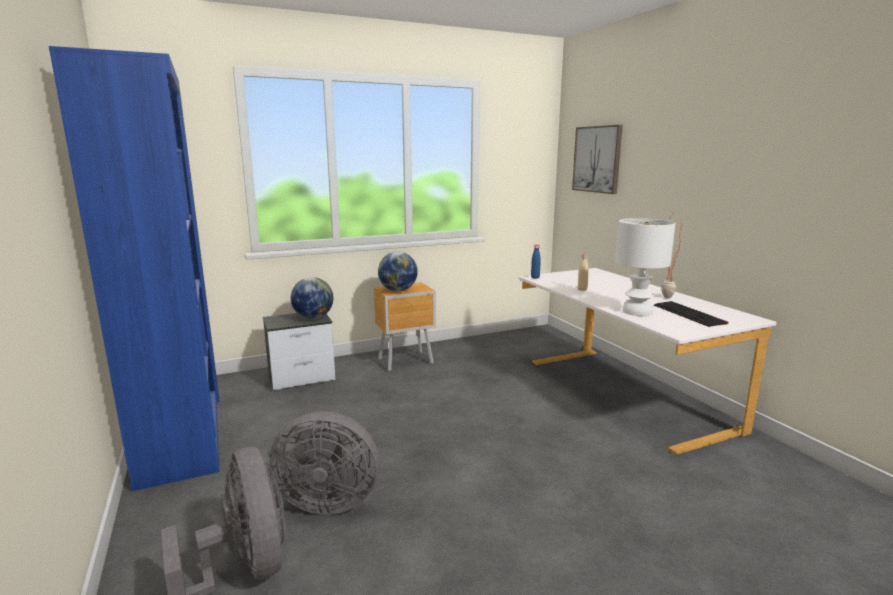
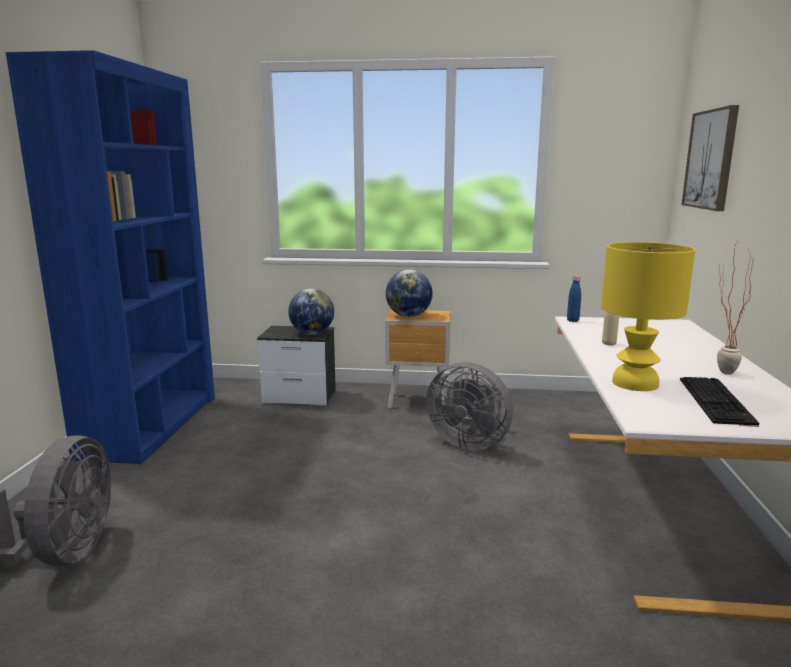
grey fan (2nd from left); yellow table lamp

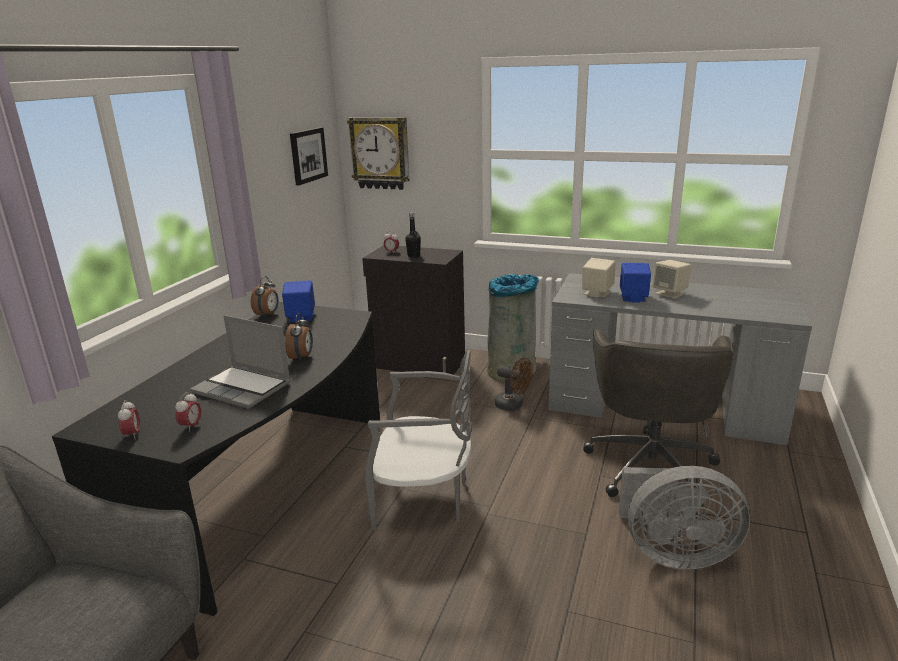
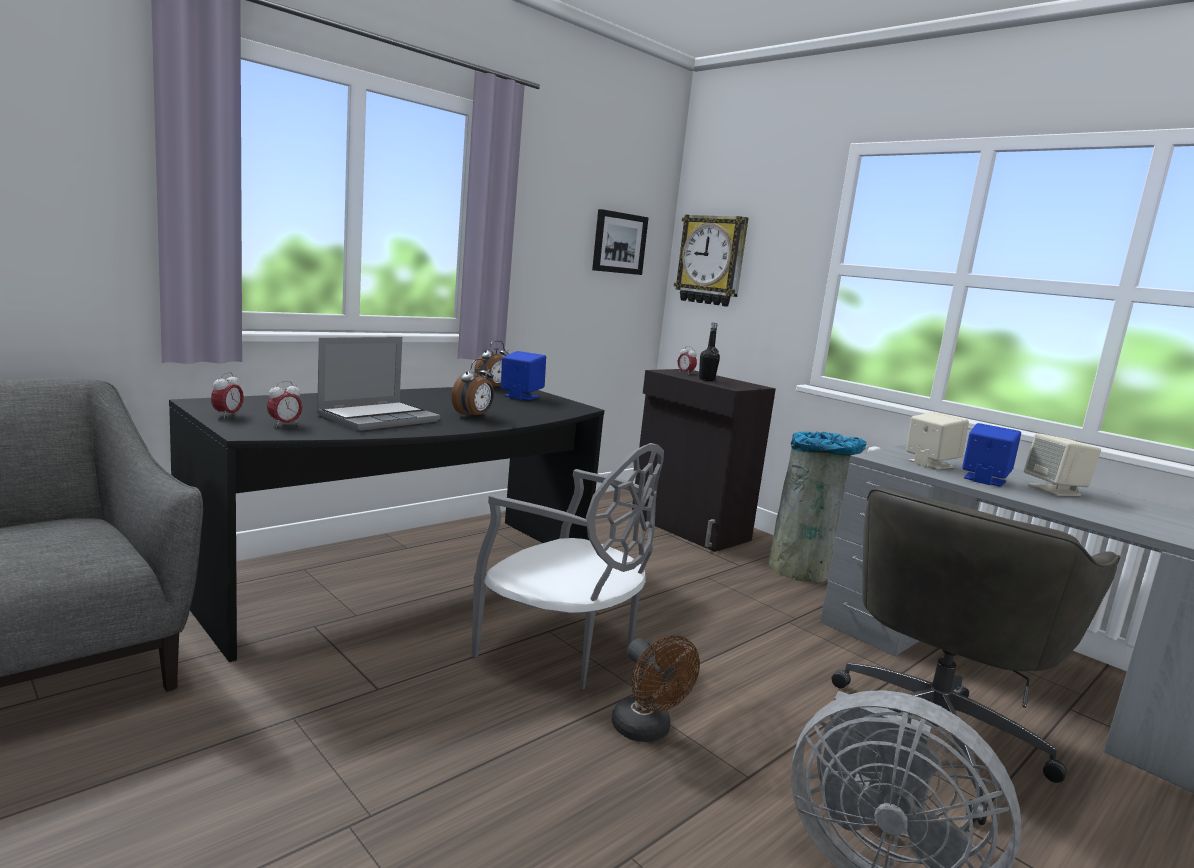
brown fan; laptop

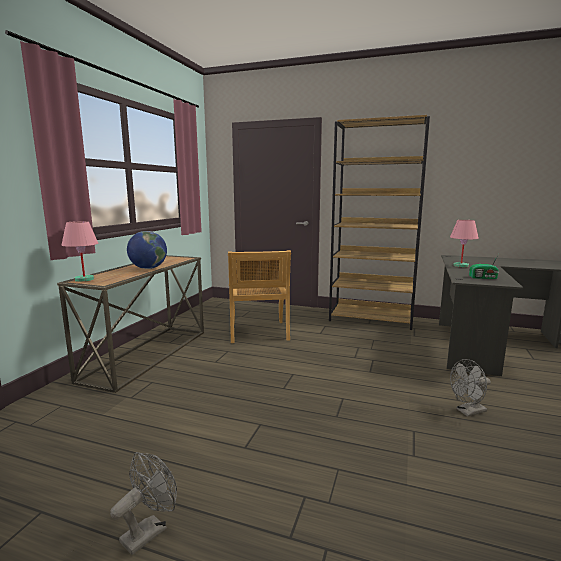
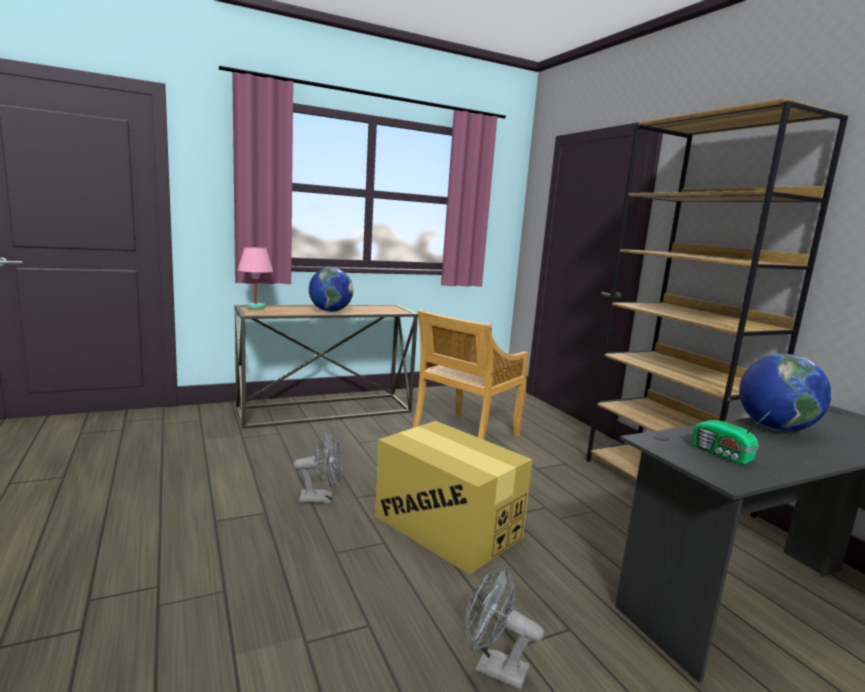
cardboard box; grey fan (1st from left); globe (2nd from left)

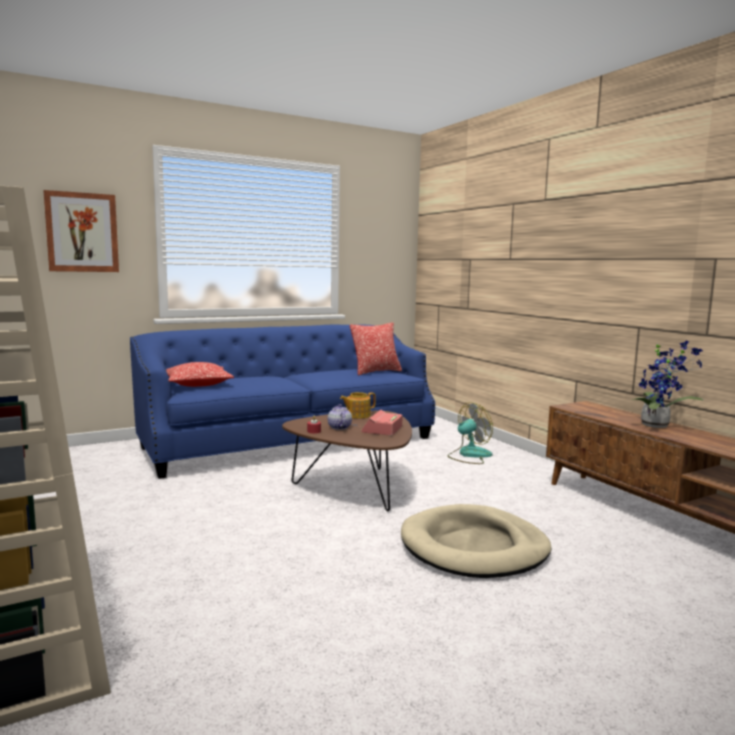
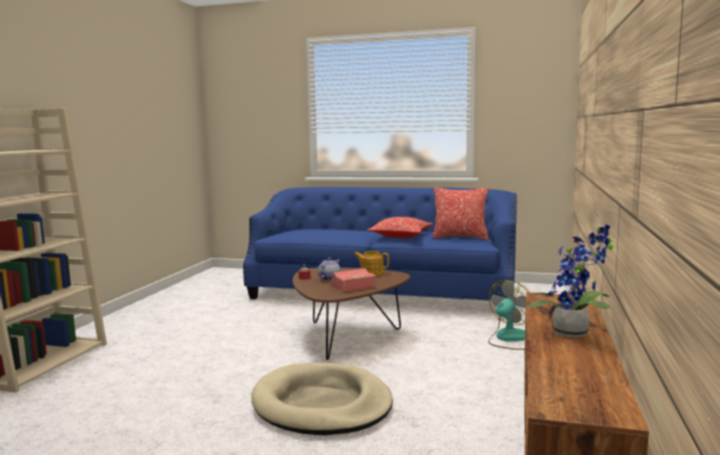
picture; pillow (1st from left); fan

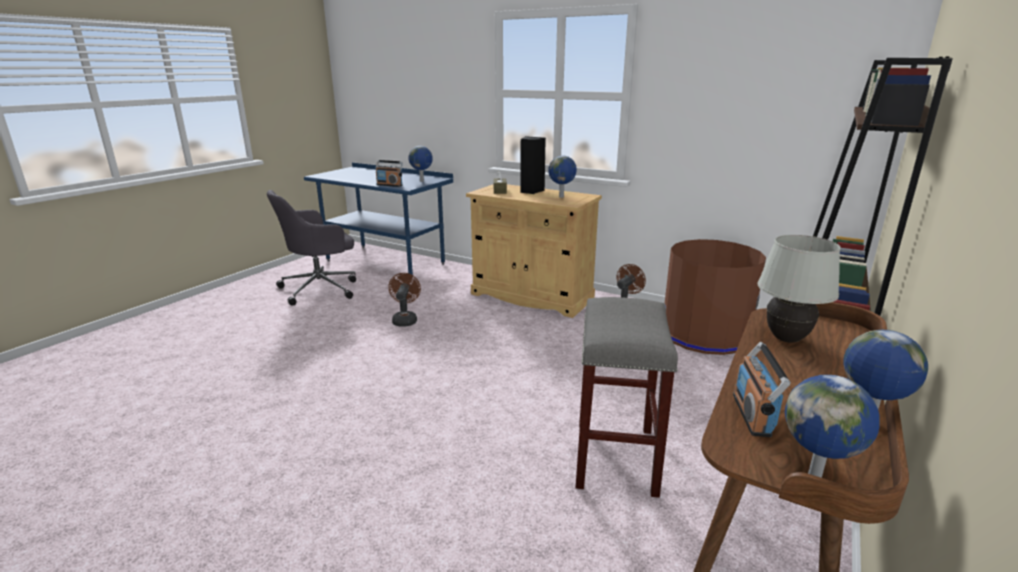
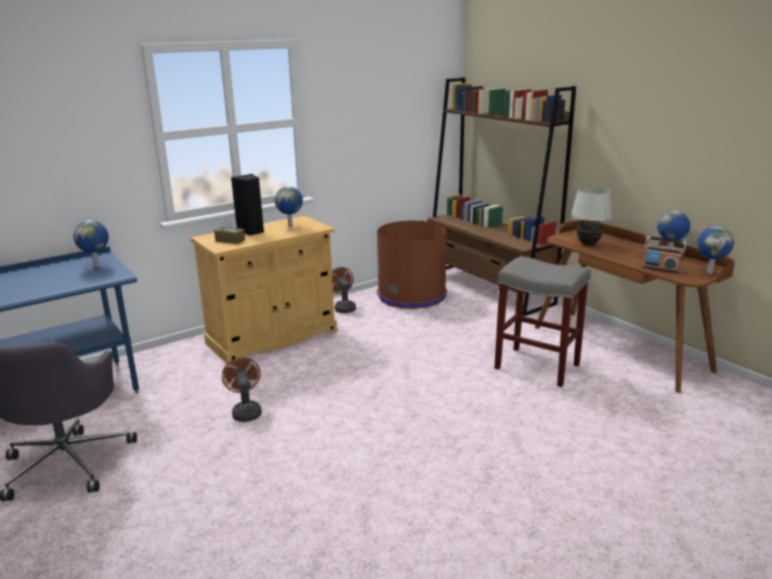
radio (1st from left in the first image); brown fan (1st from left)

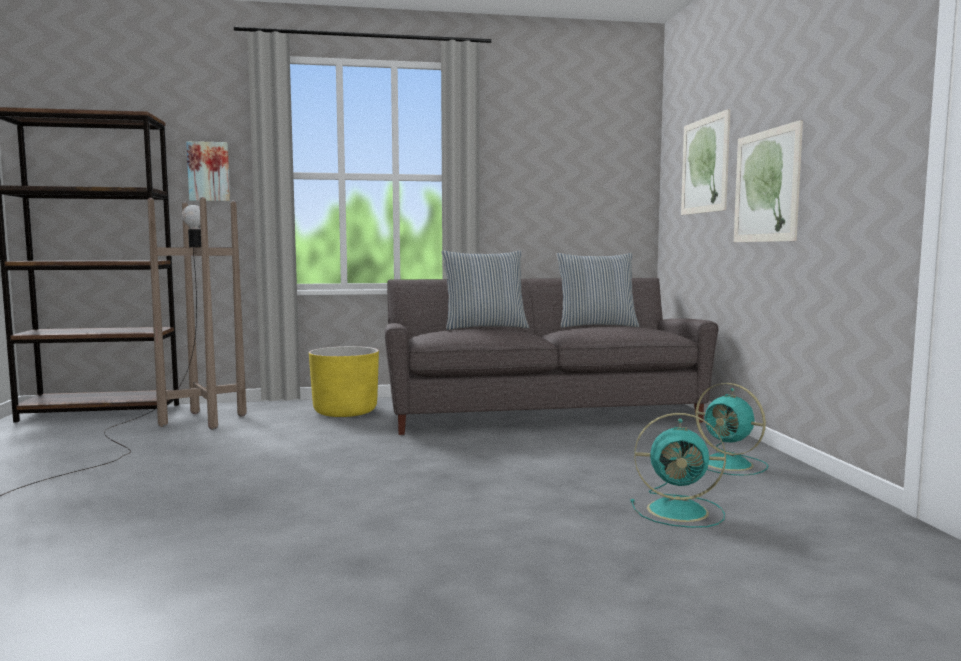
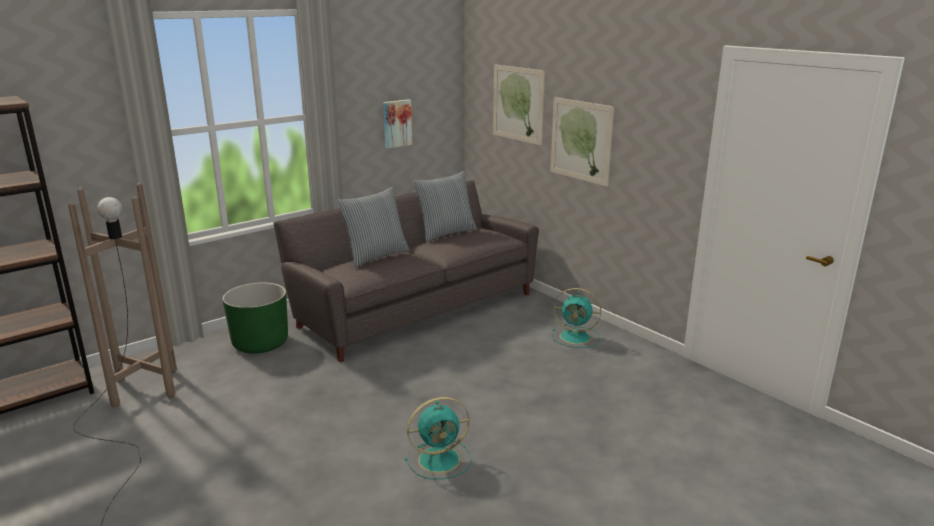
picture (1st from left); turquoise fan (1st from left); green planter

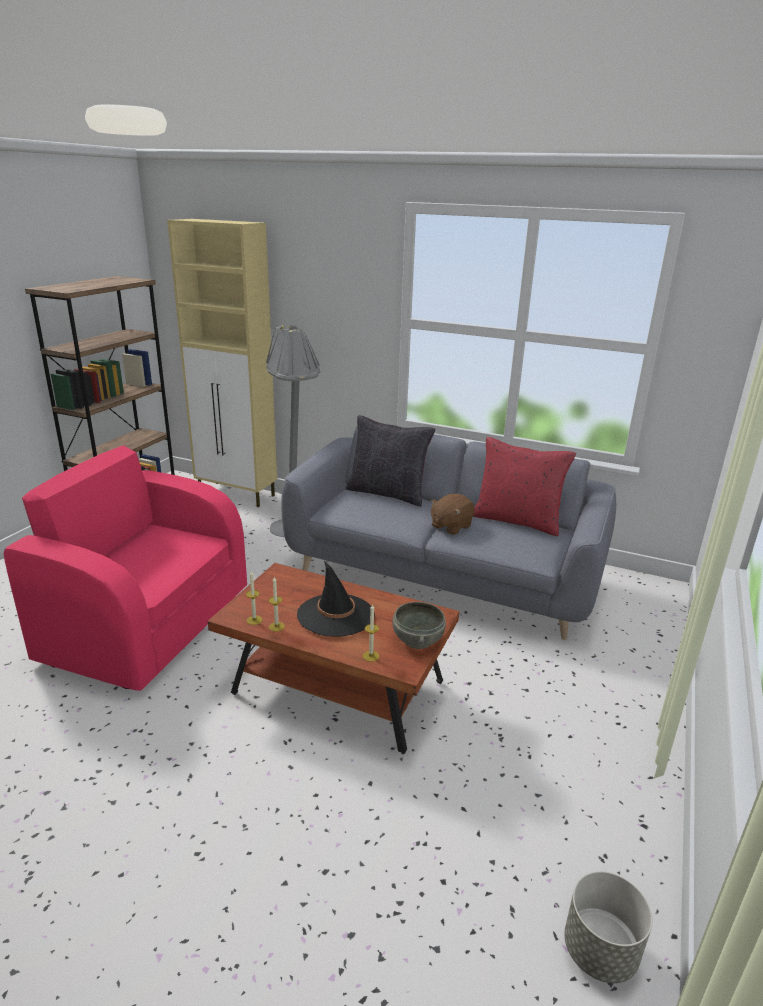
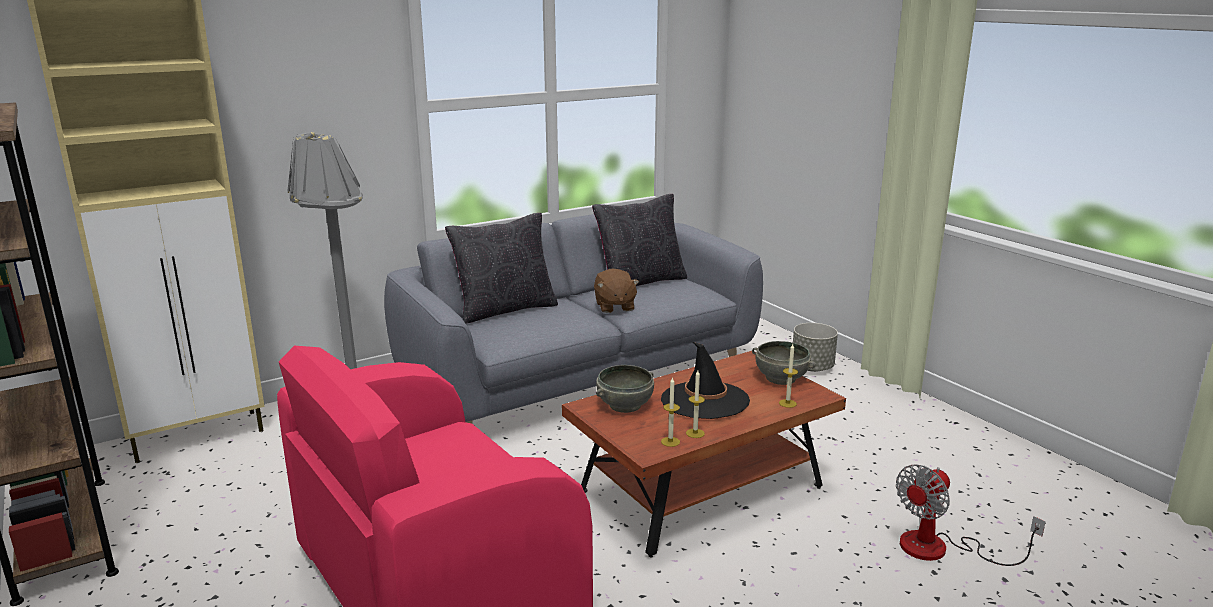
grey bowl (1st from left); fan; grey planter; black pillow (2nd from left)

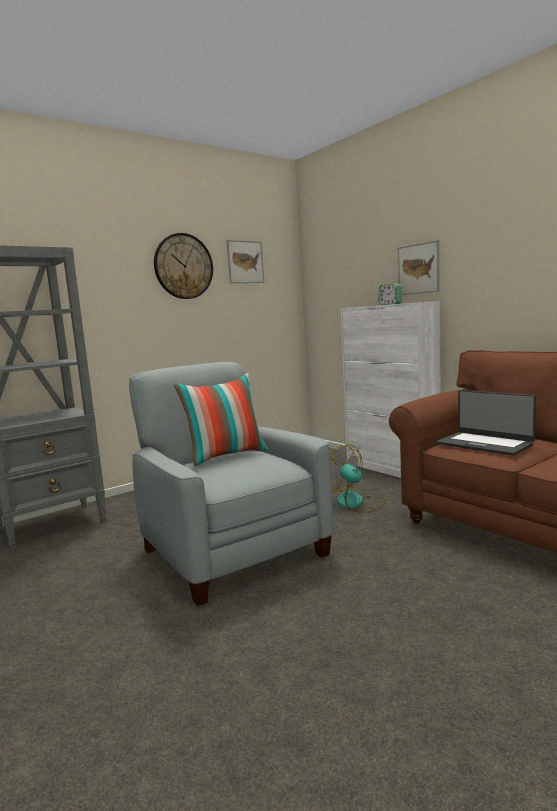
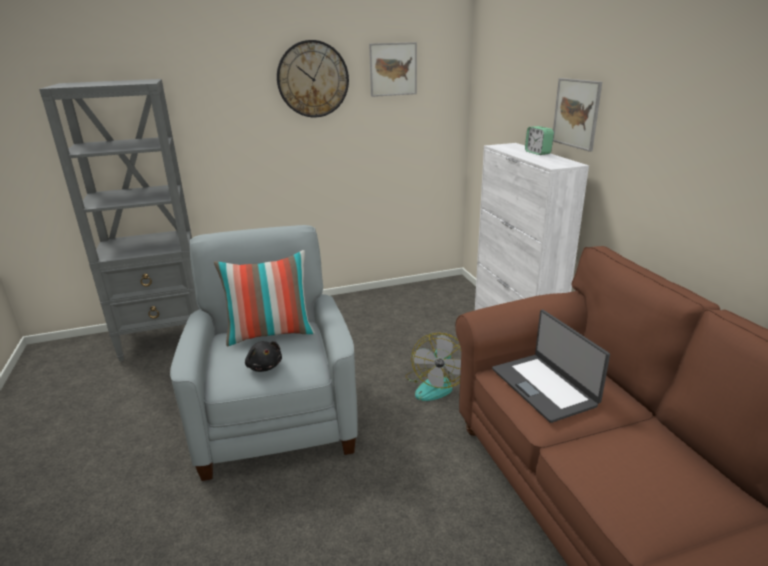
black plush toy; fan

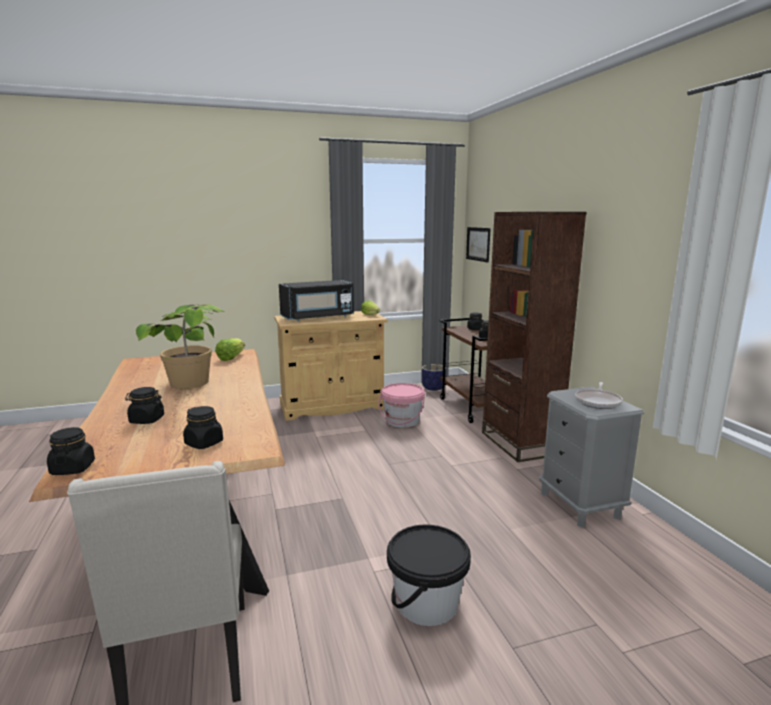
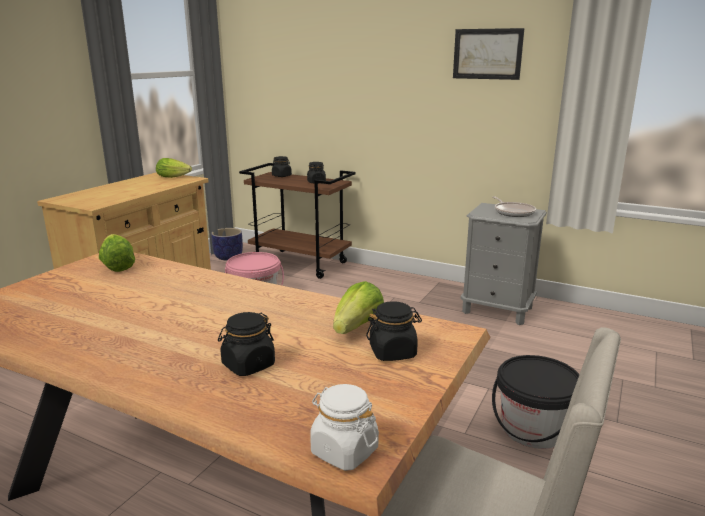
potted plant; black microwave; brown bookcase; lettuce (3rd from left); picture; white jar

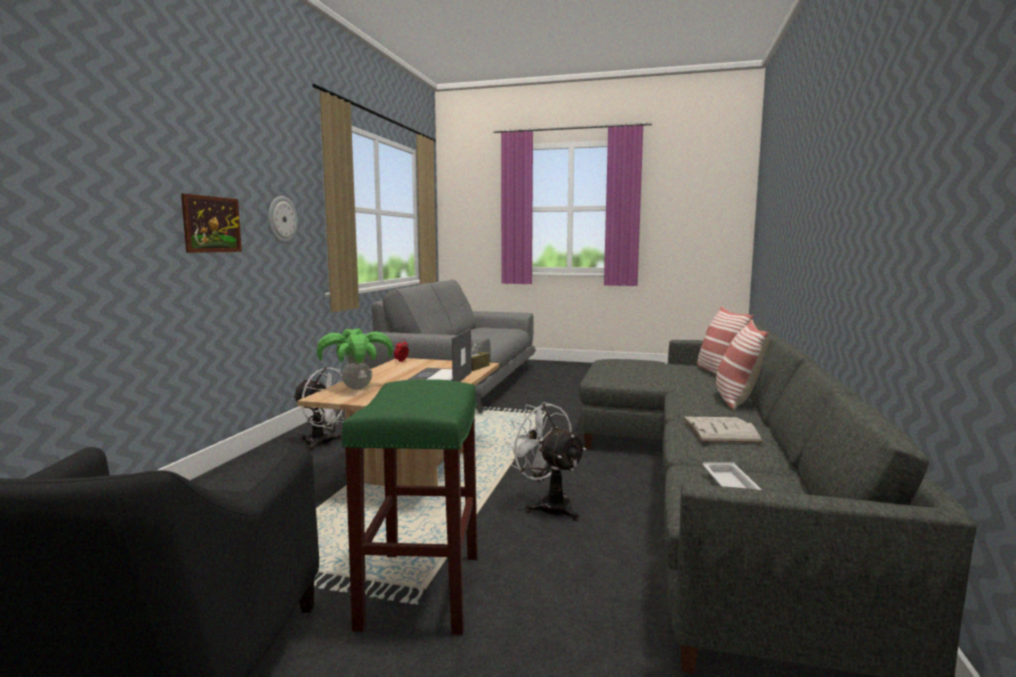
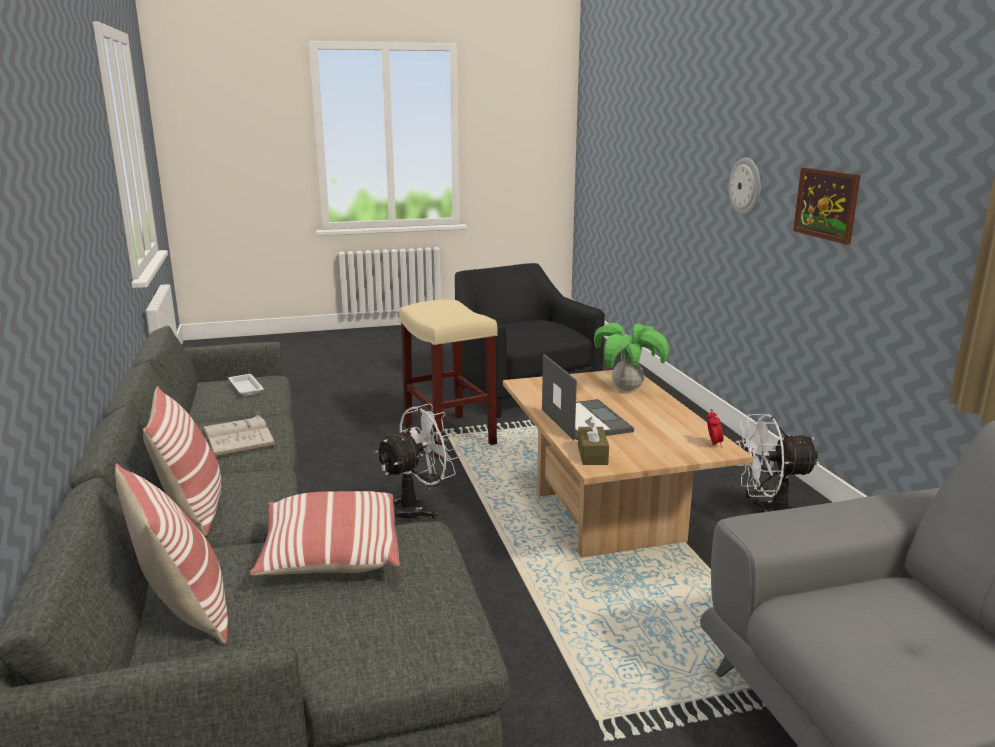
pillow (3rd from left); wall clock; beige stool; white fan (1st from left)

